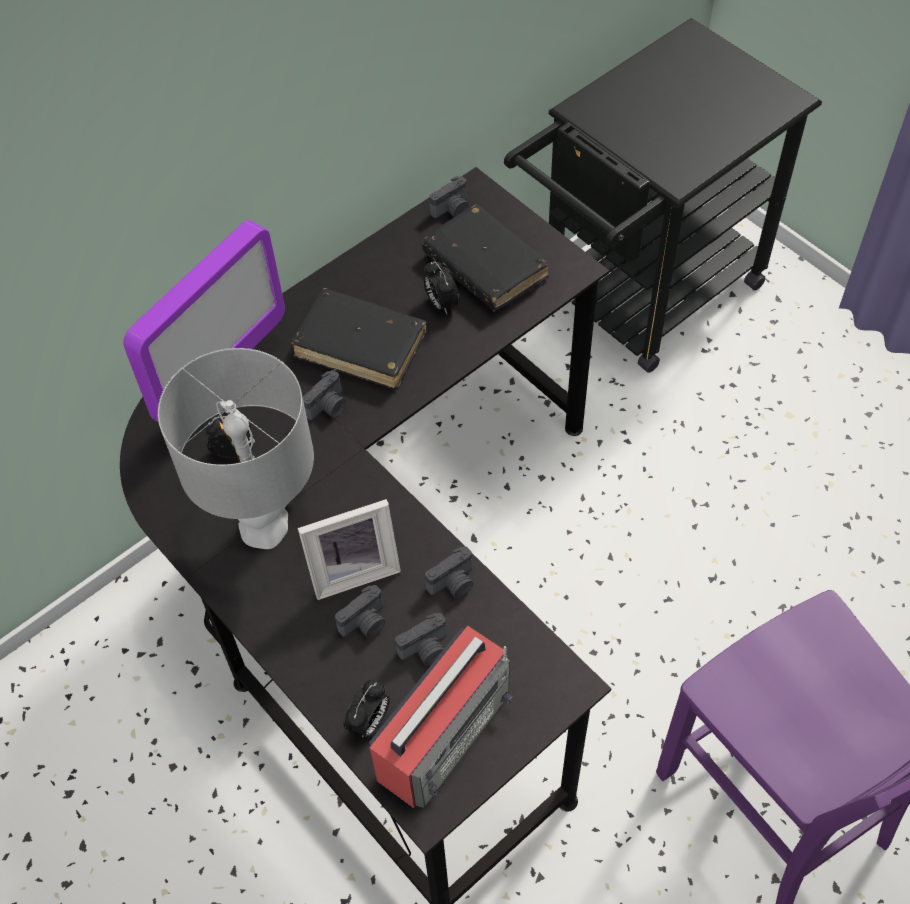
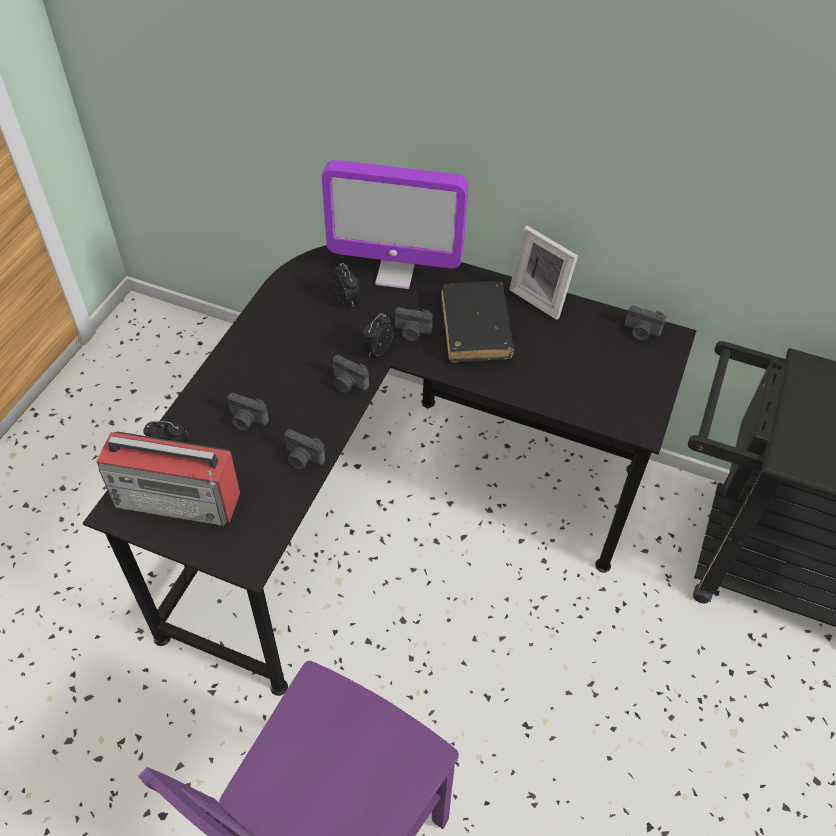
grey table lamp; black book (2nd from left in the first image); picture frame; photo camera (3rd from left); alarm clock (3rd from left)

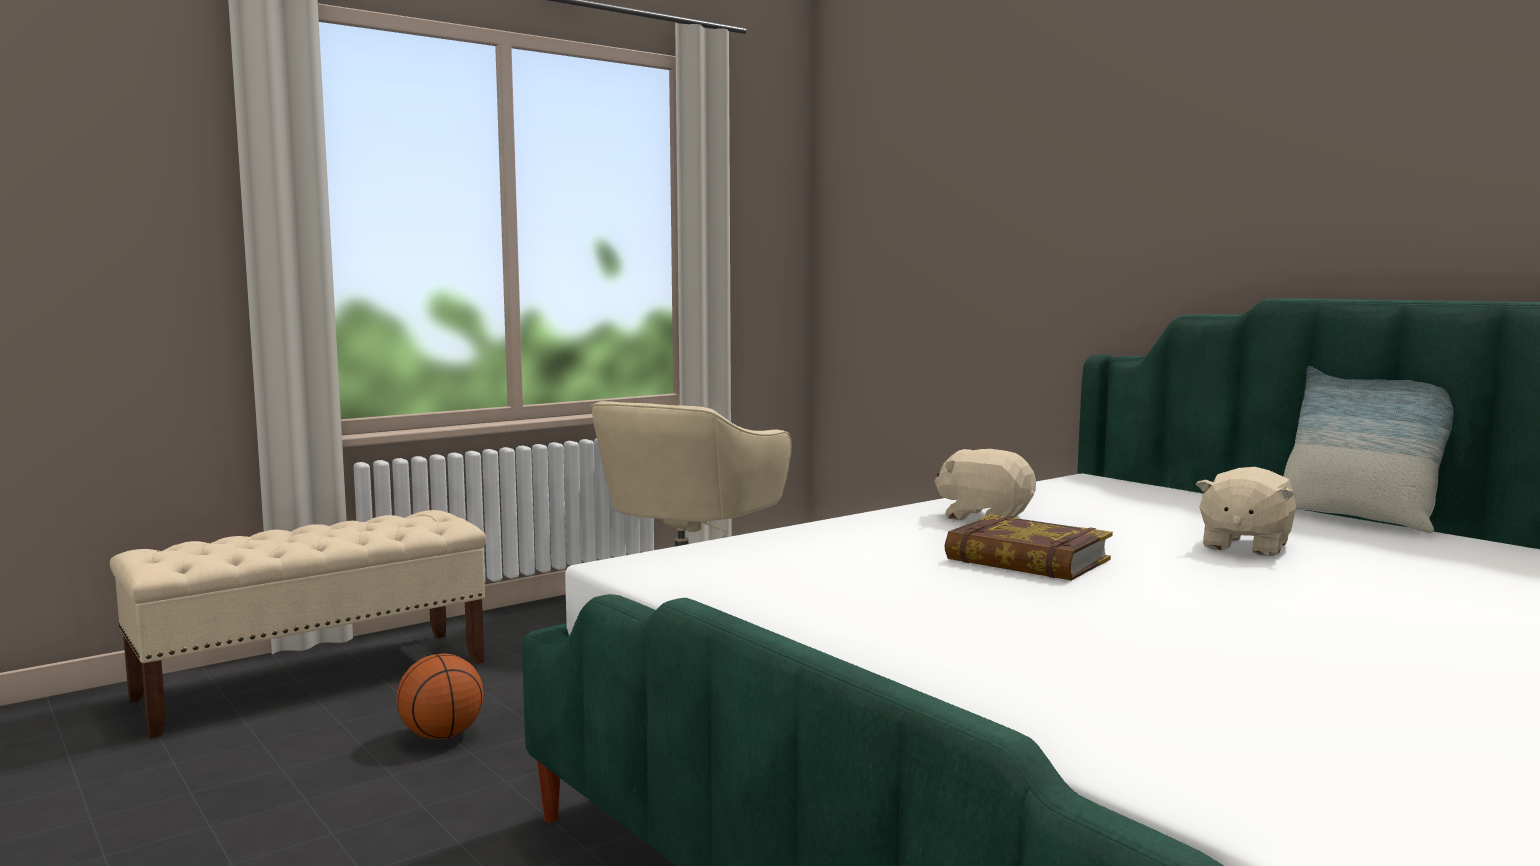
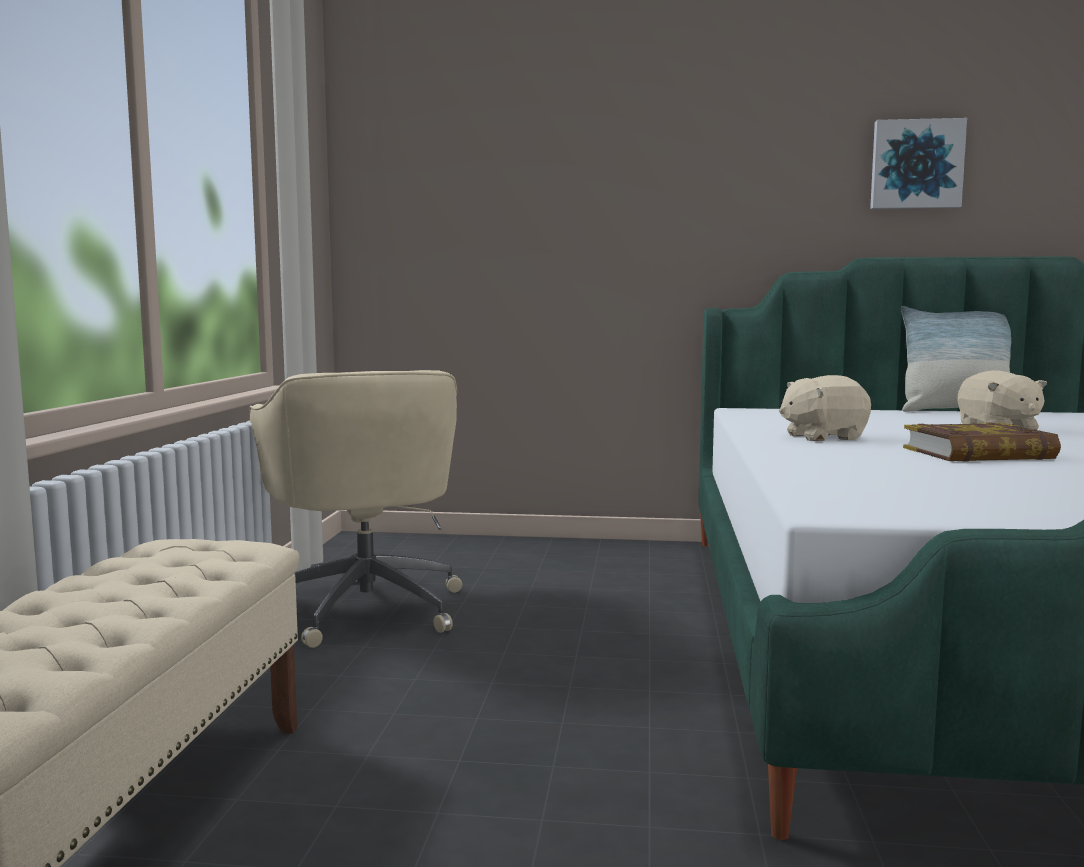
basketball; picture

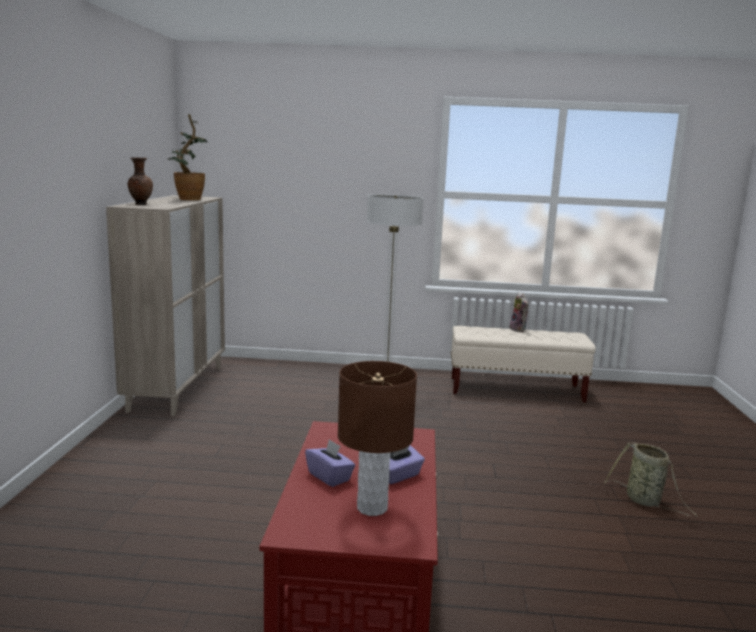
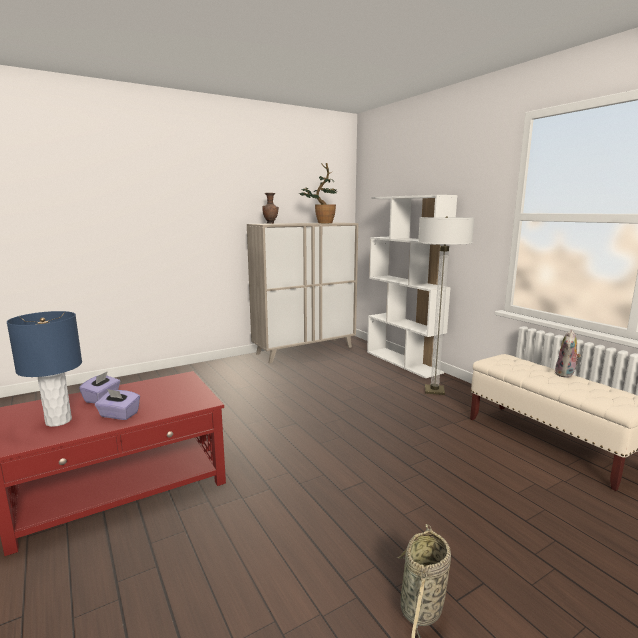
white bookcase; blue table lamp

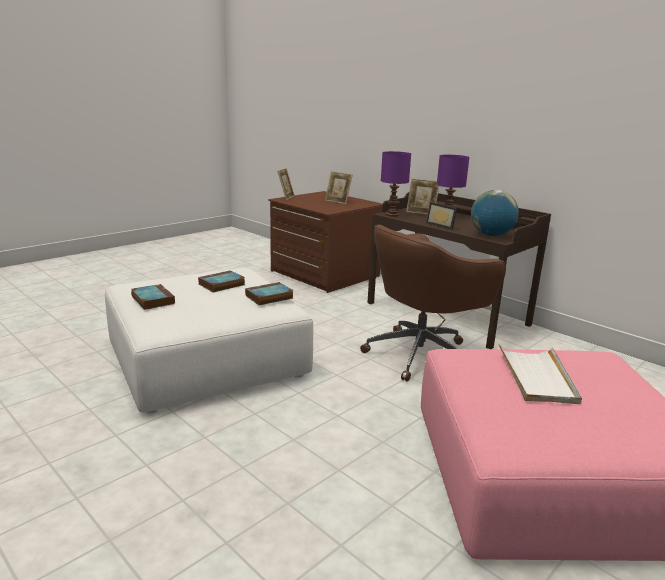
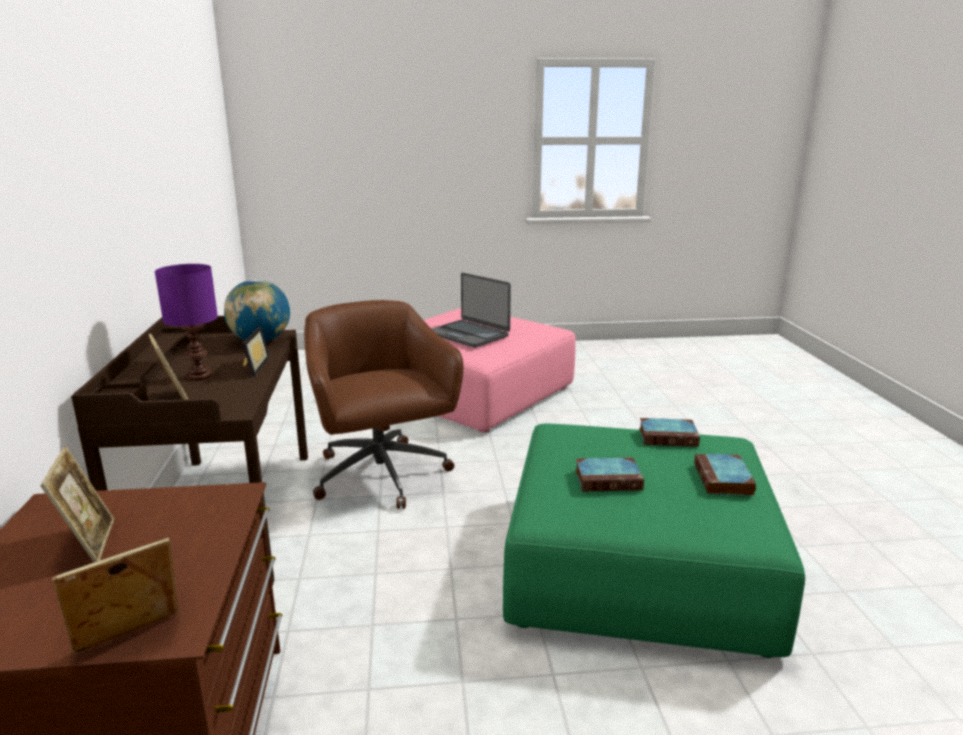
purple table lamp (1st from left in the first image); book (2nd from left); laptop; green ottoman; brown office chair

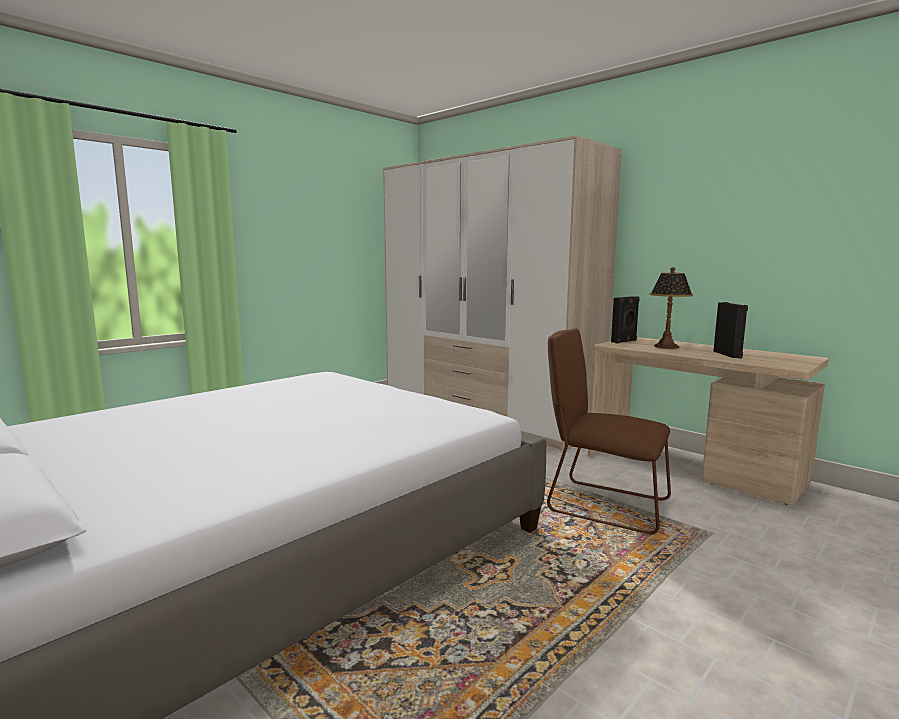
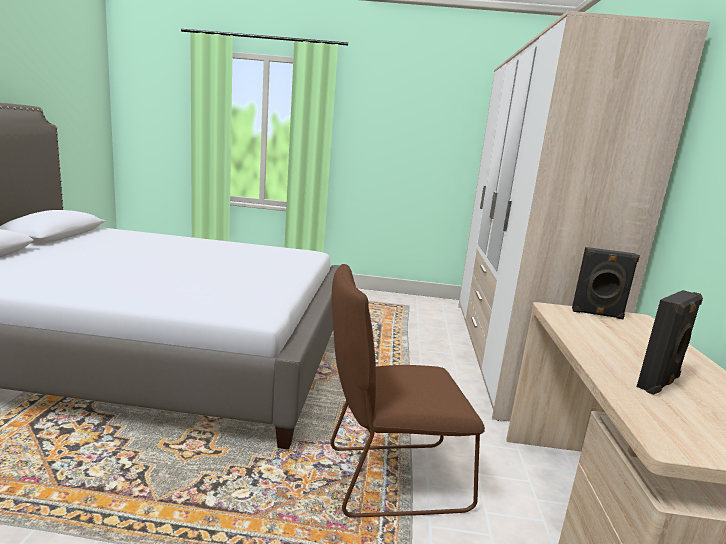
table lamp; brown chair

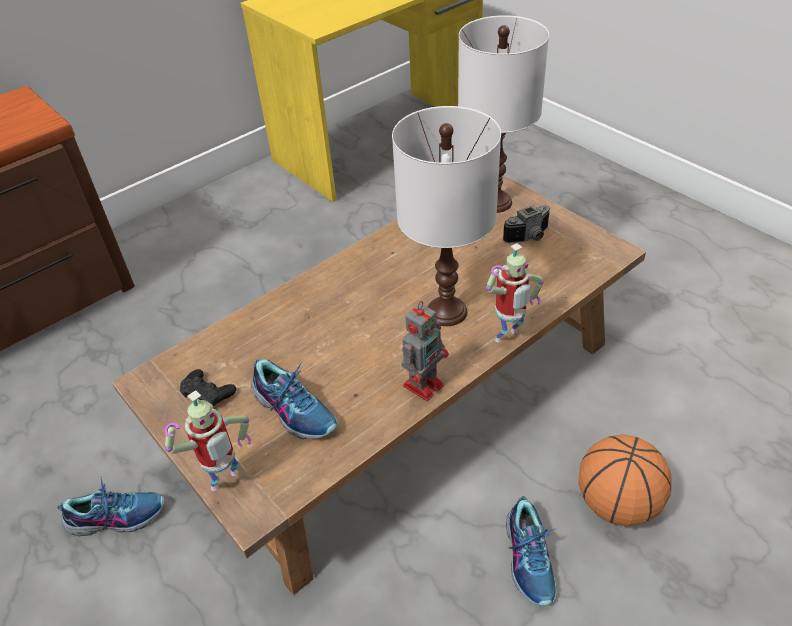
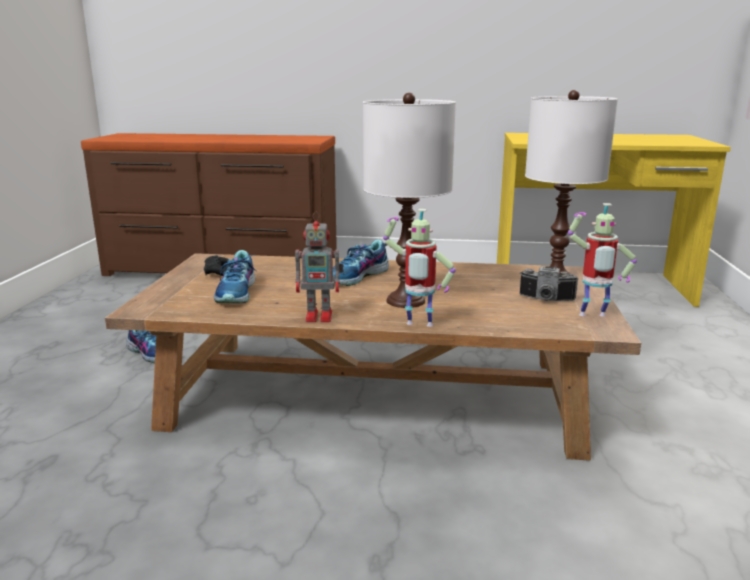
basketball; toy robot (3rd from left); shoe (3rd from left)

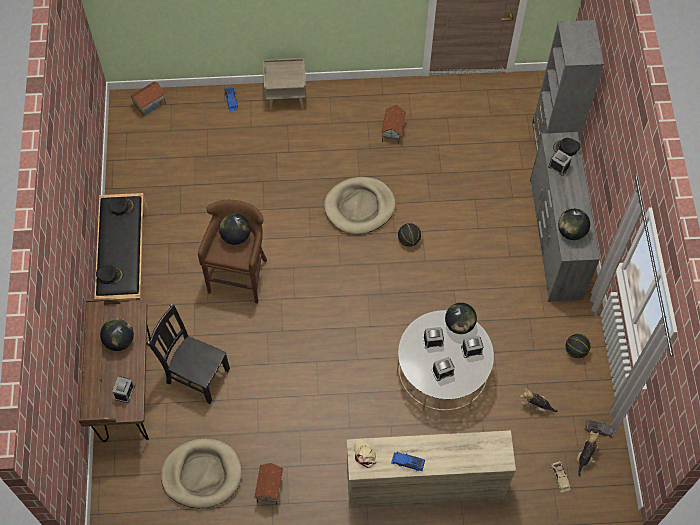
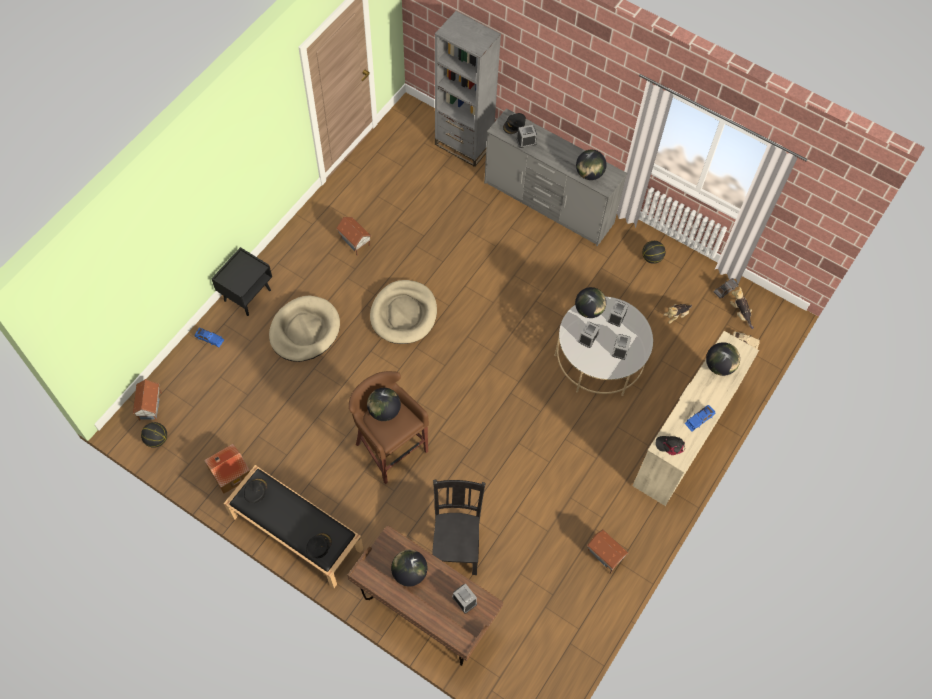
toy house (2nd from left); globe (5th from left); beige dog bed (1st from left); basketball (1st from left); black nightstand; black cap (4th from left); black chair

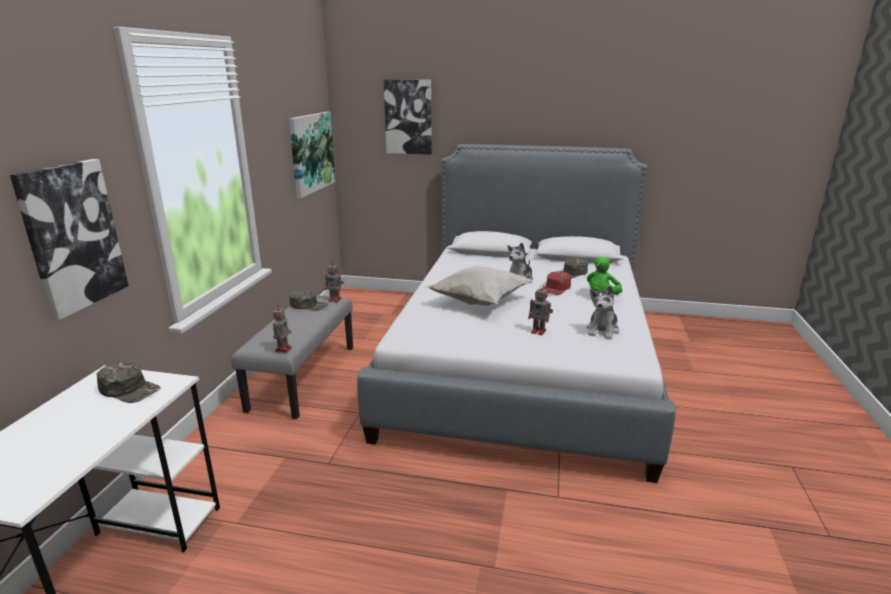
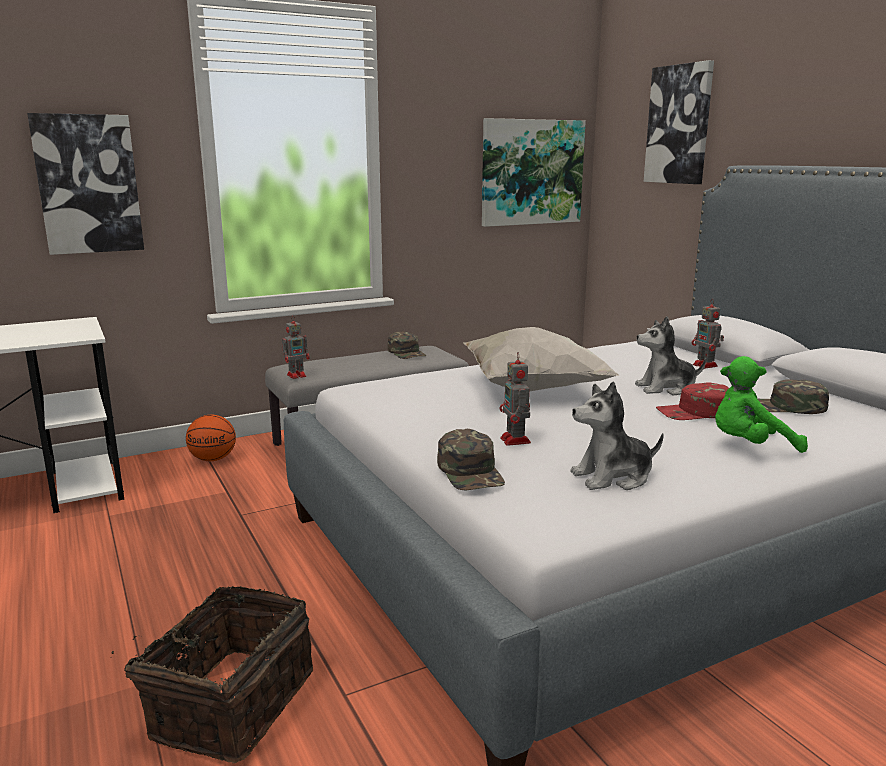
basket; basketball; green cap (2nd from left); toy robot (3rd from left)

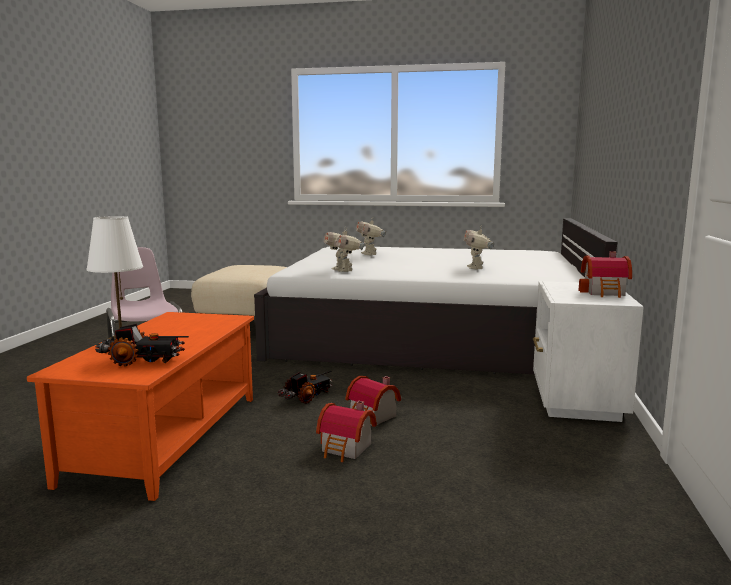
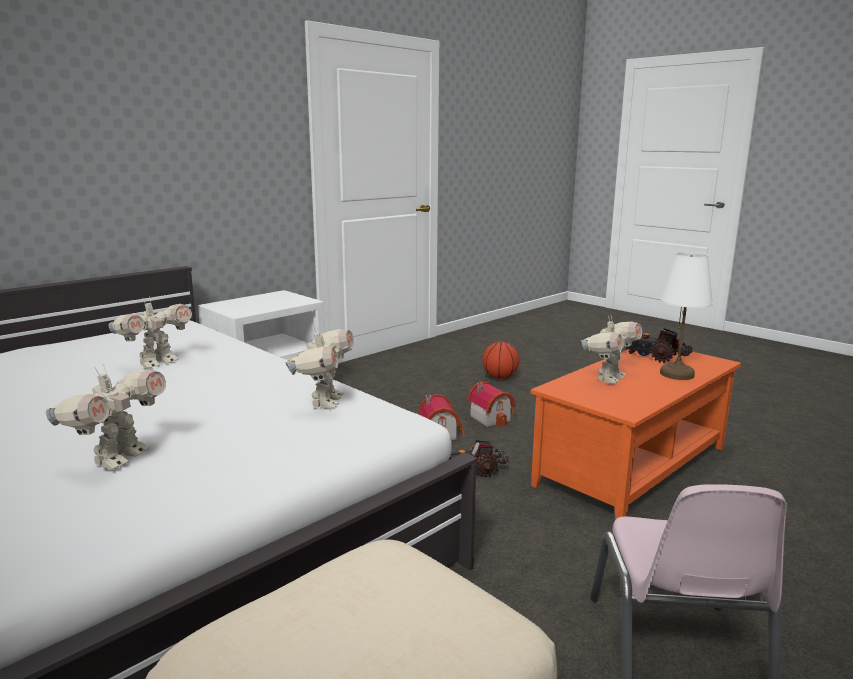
toy house (3rd from left in the first image); basketball; toy robot (4th from left)

